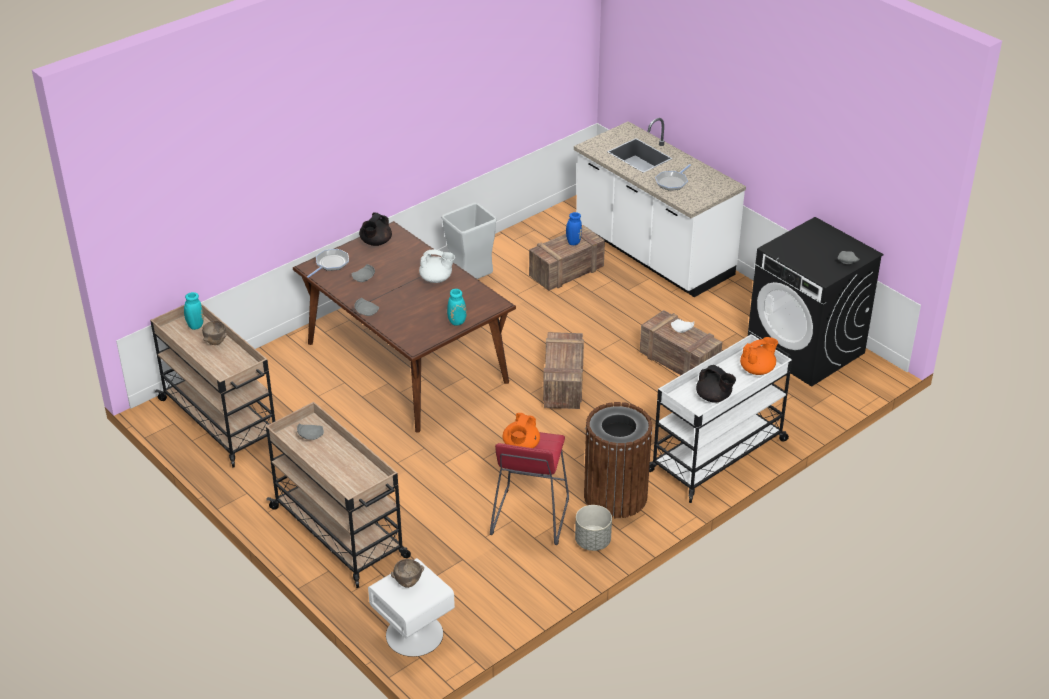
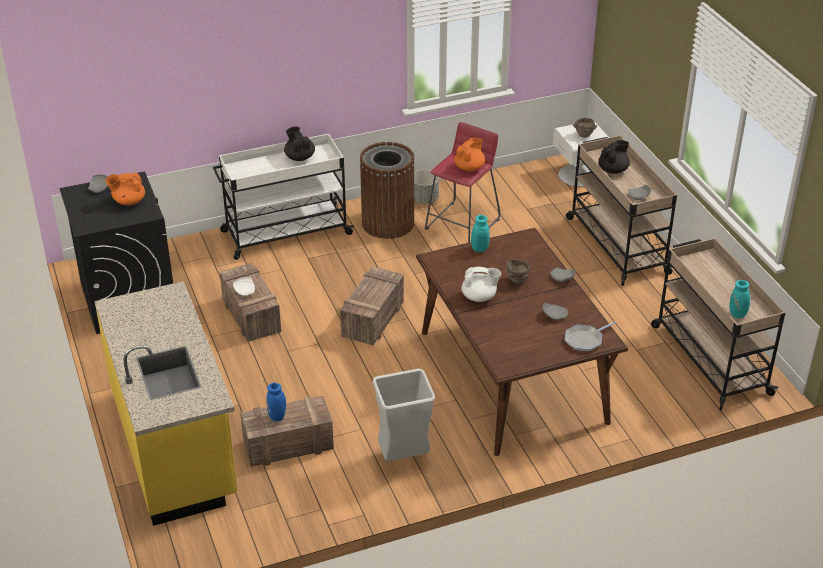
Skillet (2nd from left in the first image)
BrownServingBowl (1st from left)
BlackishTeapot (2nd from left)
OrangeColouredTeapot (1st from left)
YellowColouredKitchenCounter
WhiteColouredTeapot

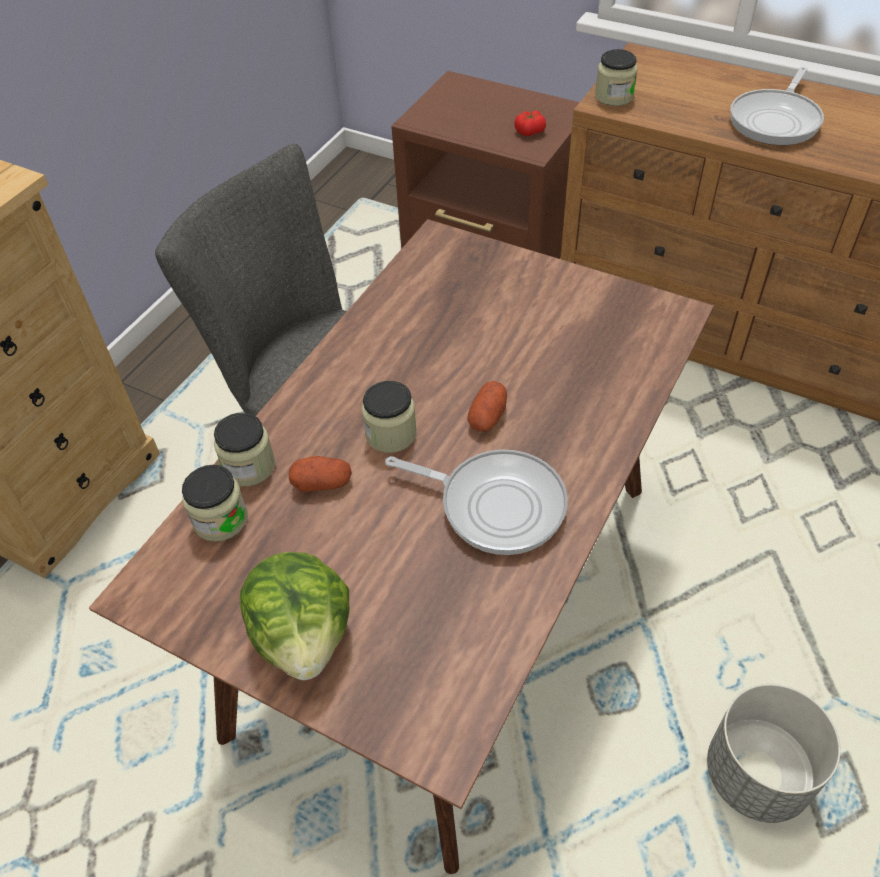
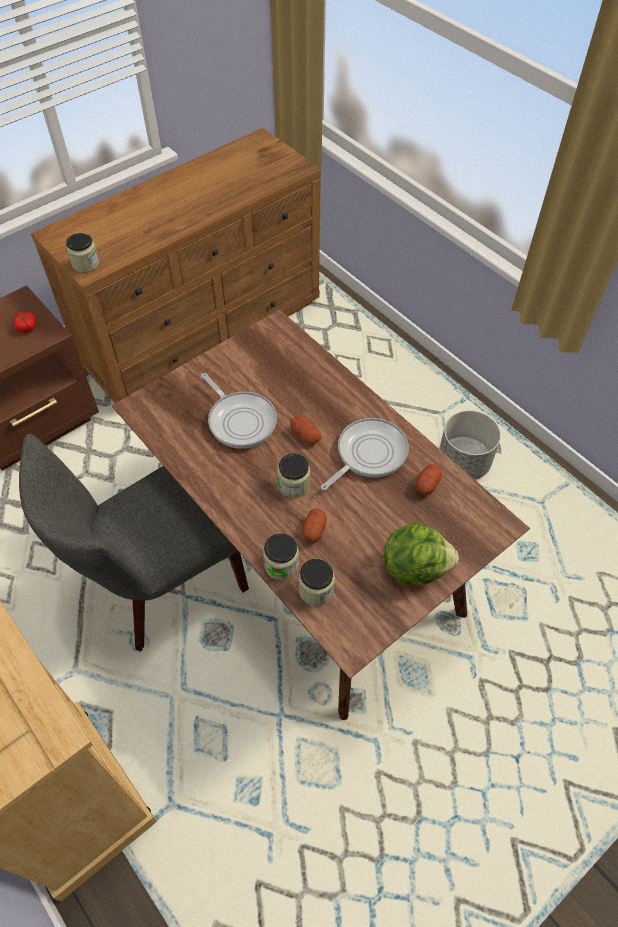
Spud (3rd from left)
Skillet (1st from left)

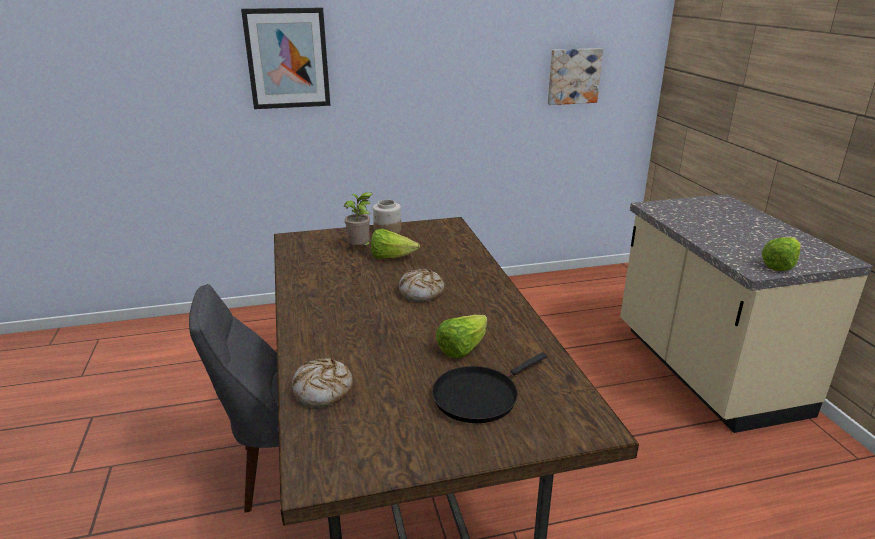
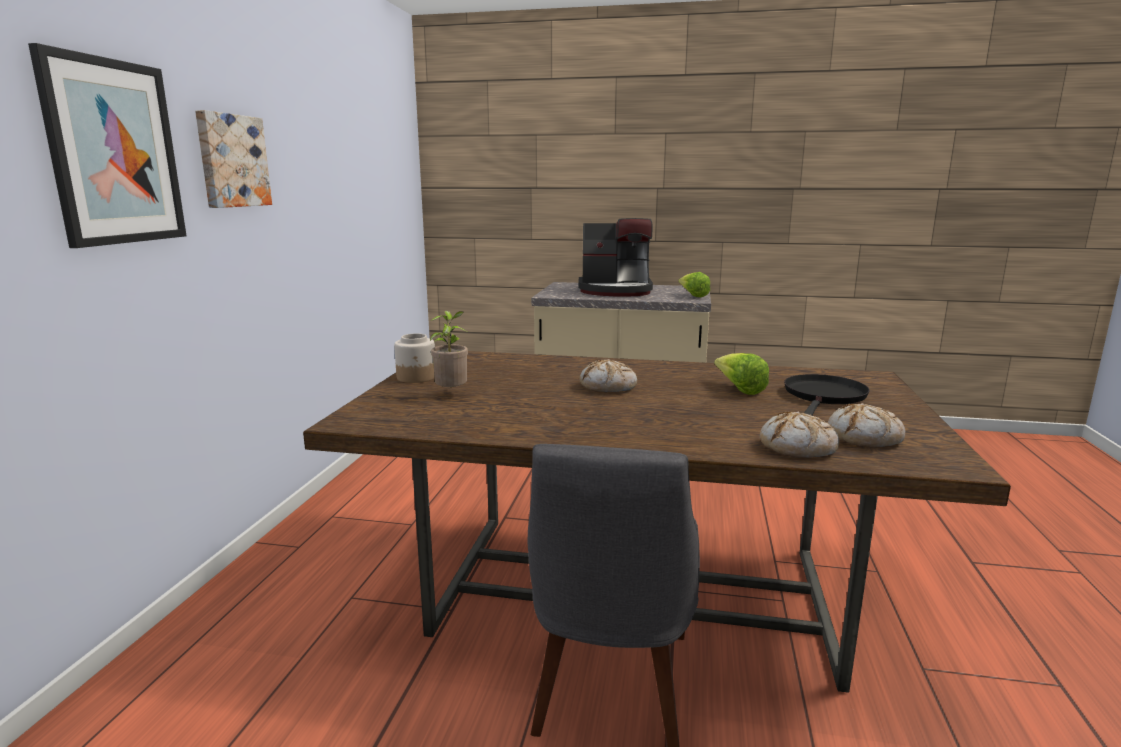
LettuceHead (1st from left in the first image)
CoffeeMachine
Bread (3rd from left)
WallPicture (2nd from left)
BlackishSkillet

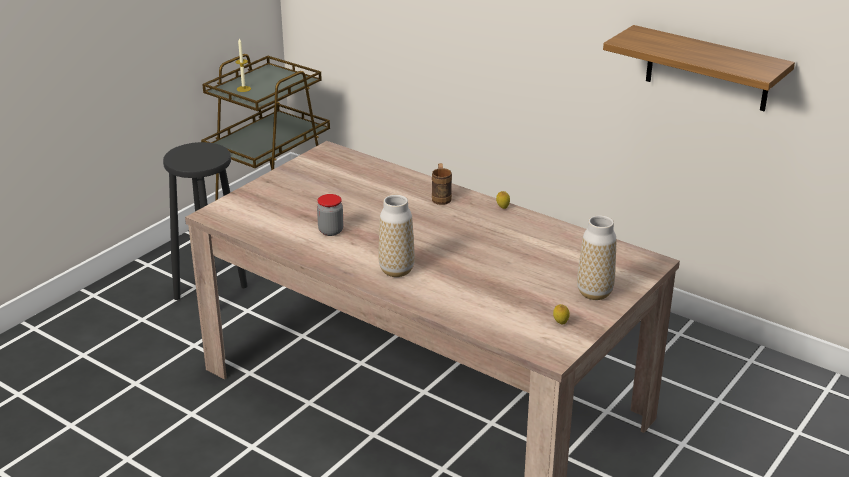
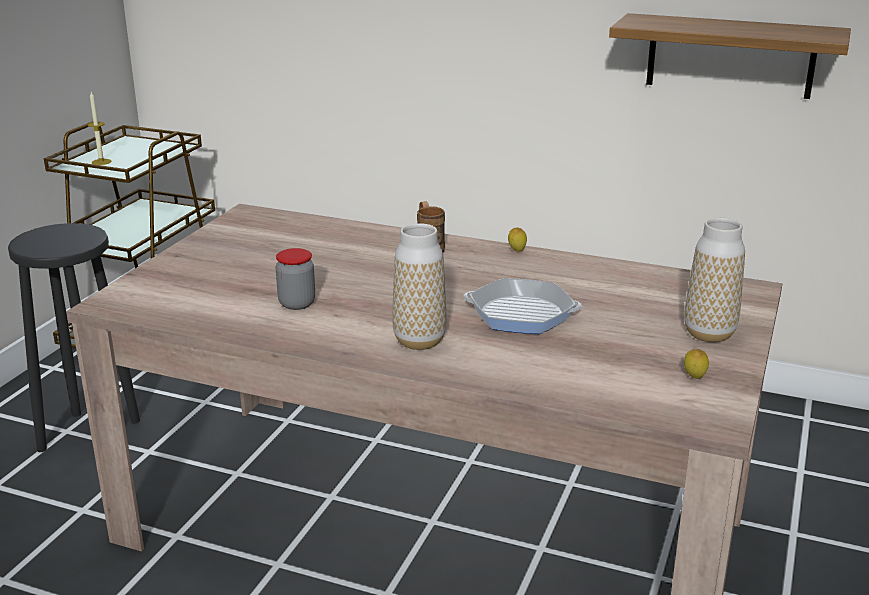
Skillet

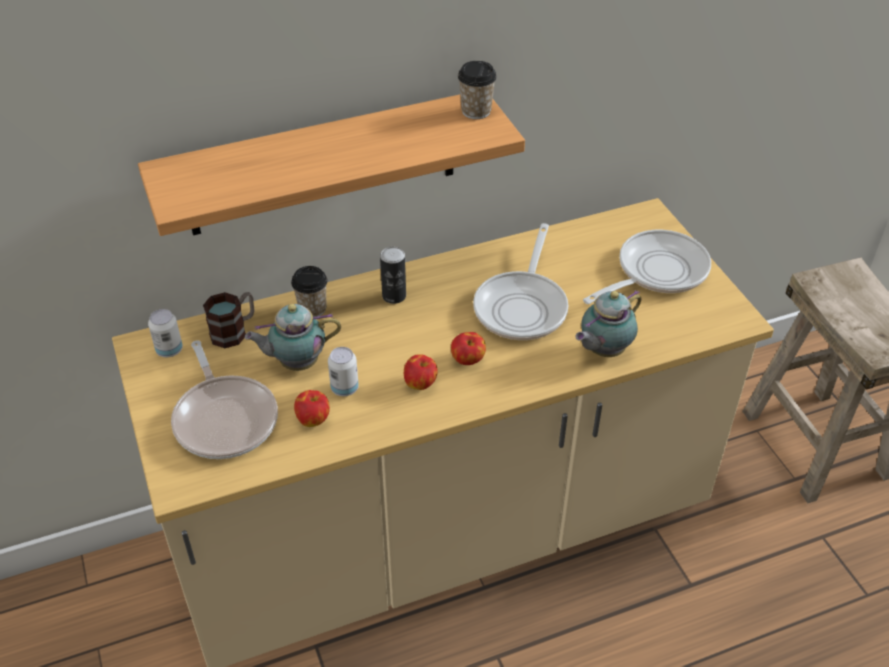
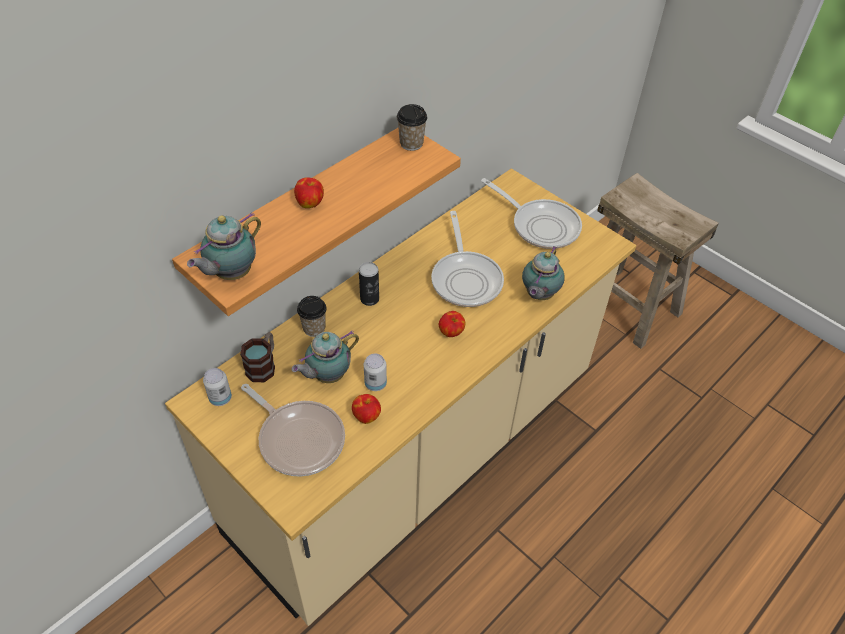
Teapot (1st from left)
WholeApple (1st from left)
Skillet (3rd from left)

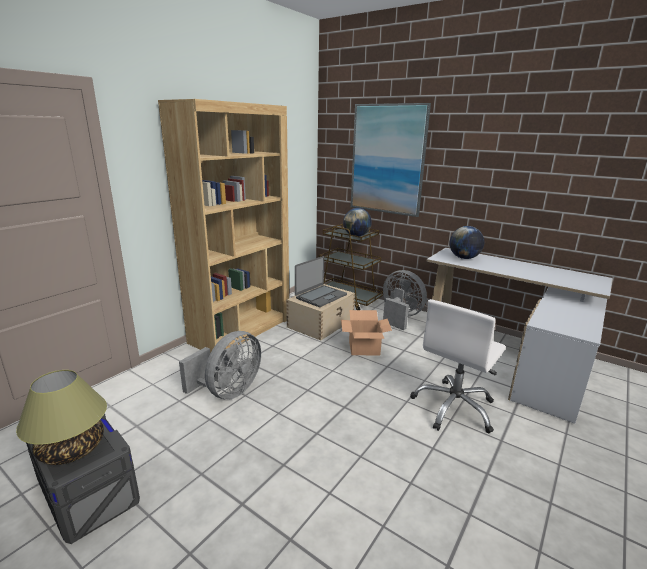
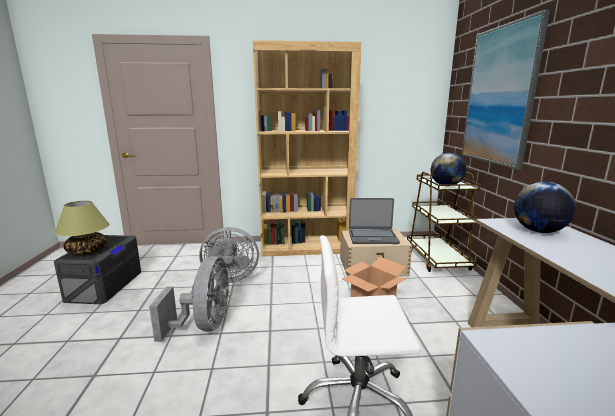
GreyCoolingFan (1st from left)

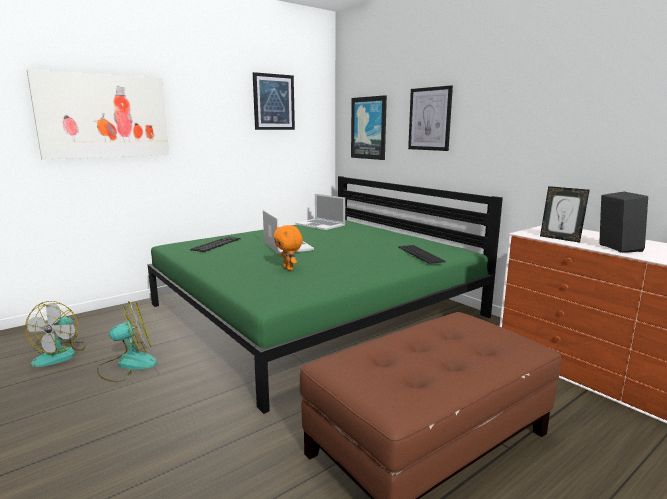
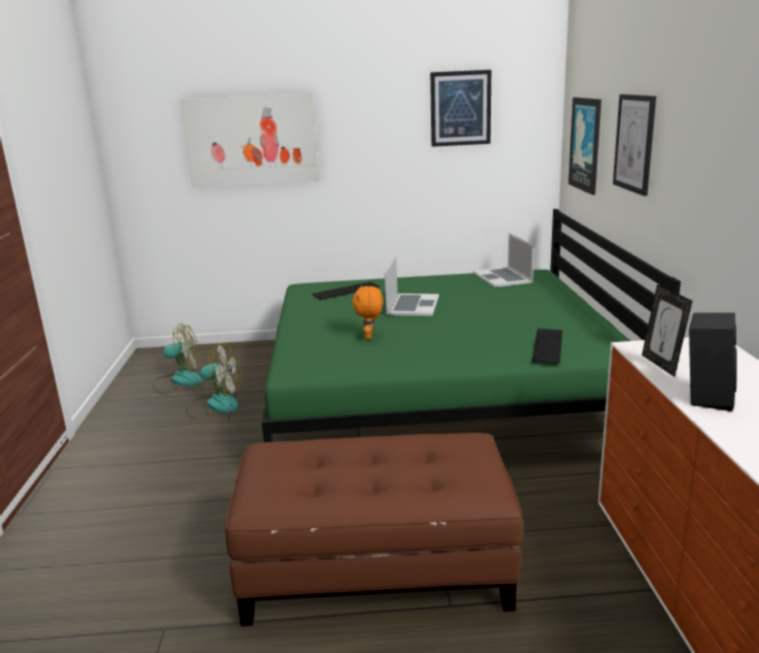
CoolingFan (1st from left)

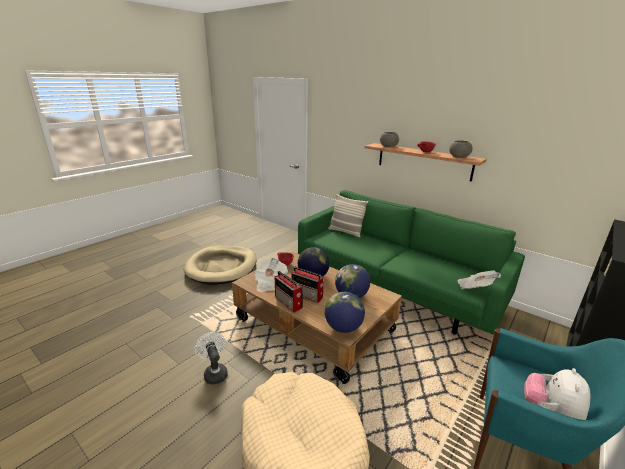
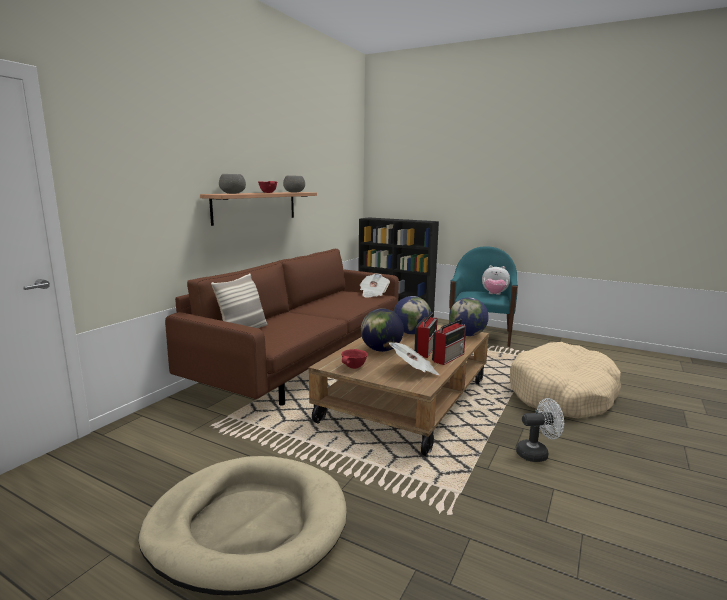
BrownSofa
WhiteColouredCoolingFan

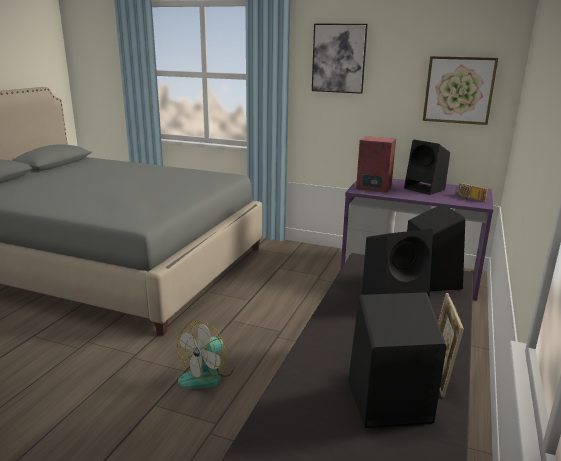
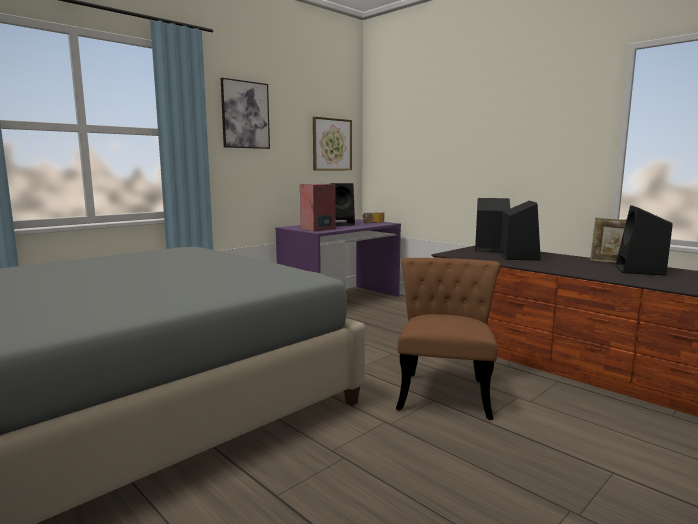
BrownPlainChair

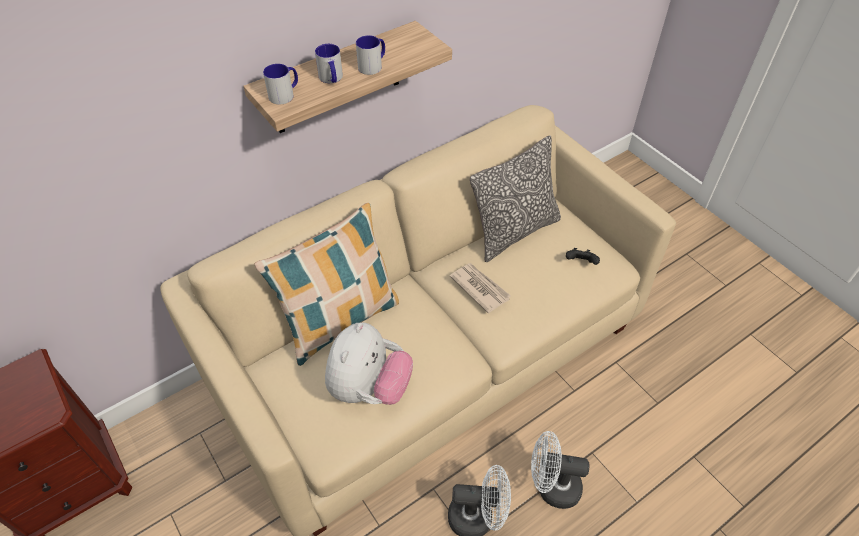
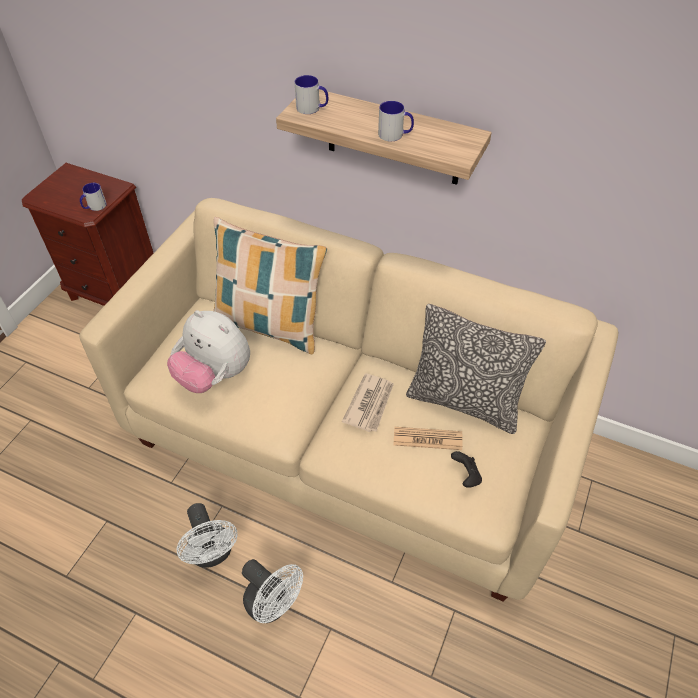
Newspaper (2nd from left)
CoffeeMug (1st from left)
CuddlyToy
WhiteColouredCoolingFan (2nd from left)

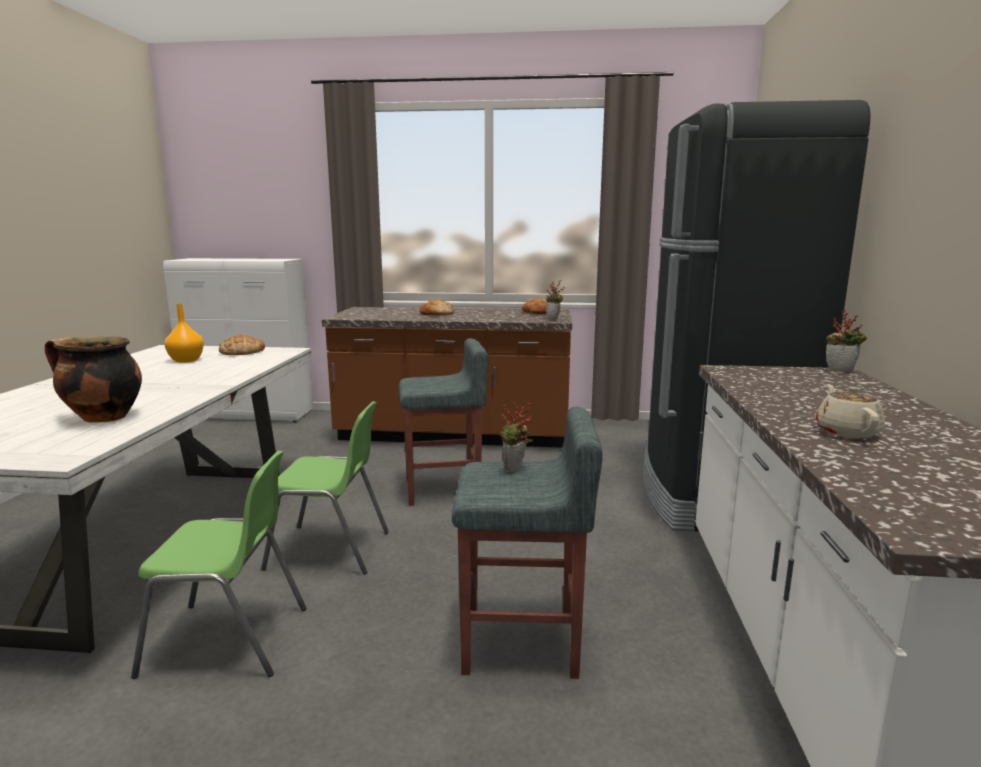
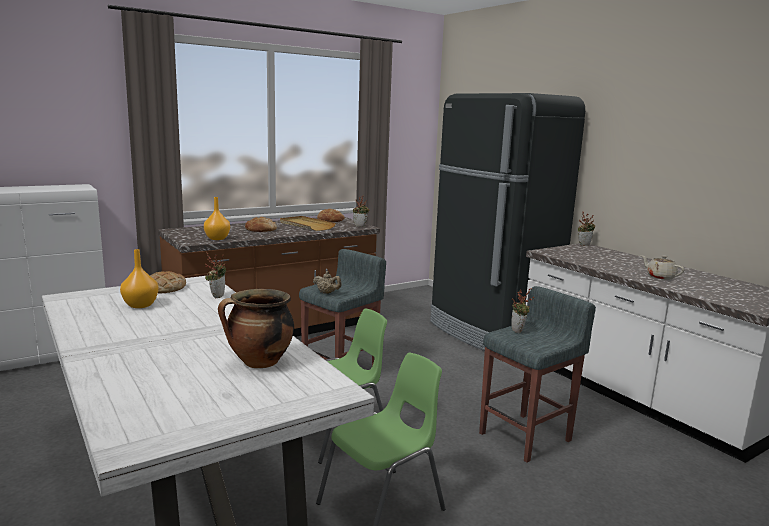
OrangeColouredVase (2nd from left)
Houseplant (1st from left)
BeigeColouredCarryingTray
BeigeColouredTeapot (1st from left)

